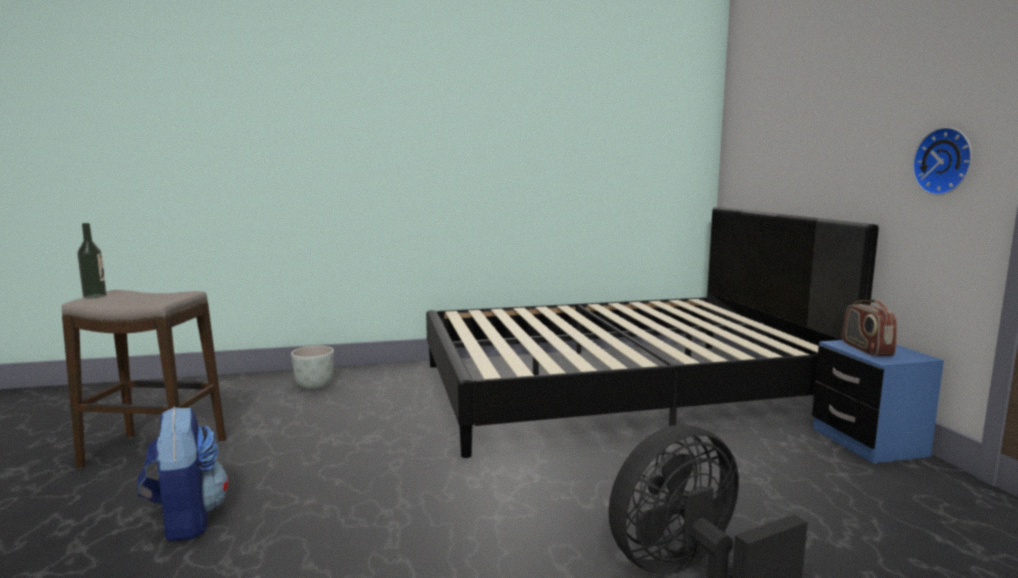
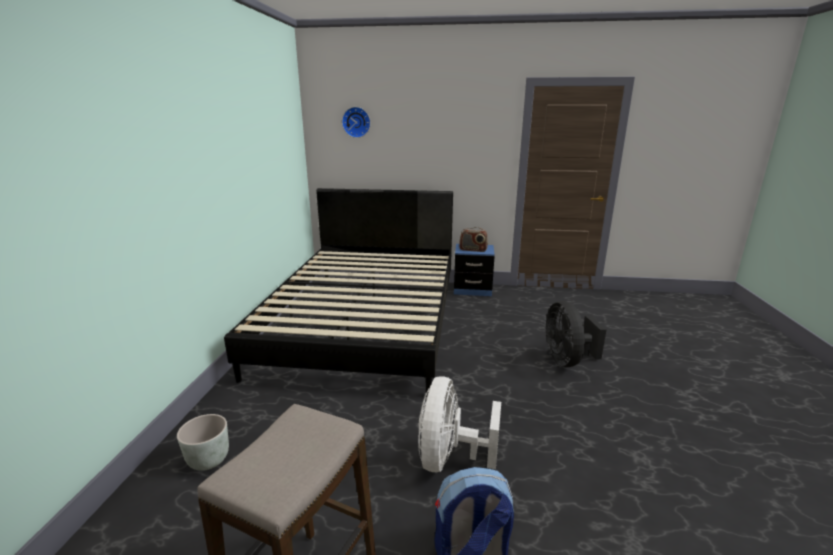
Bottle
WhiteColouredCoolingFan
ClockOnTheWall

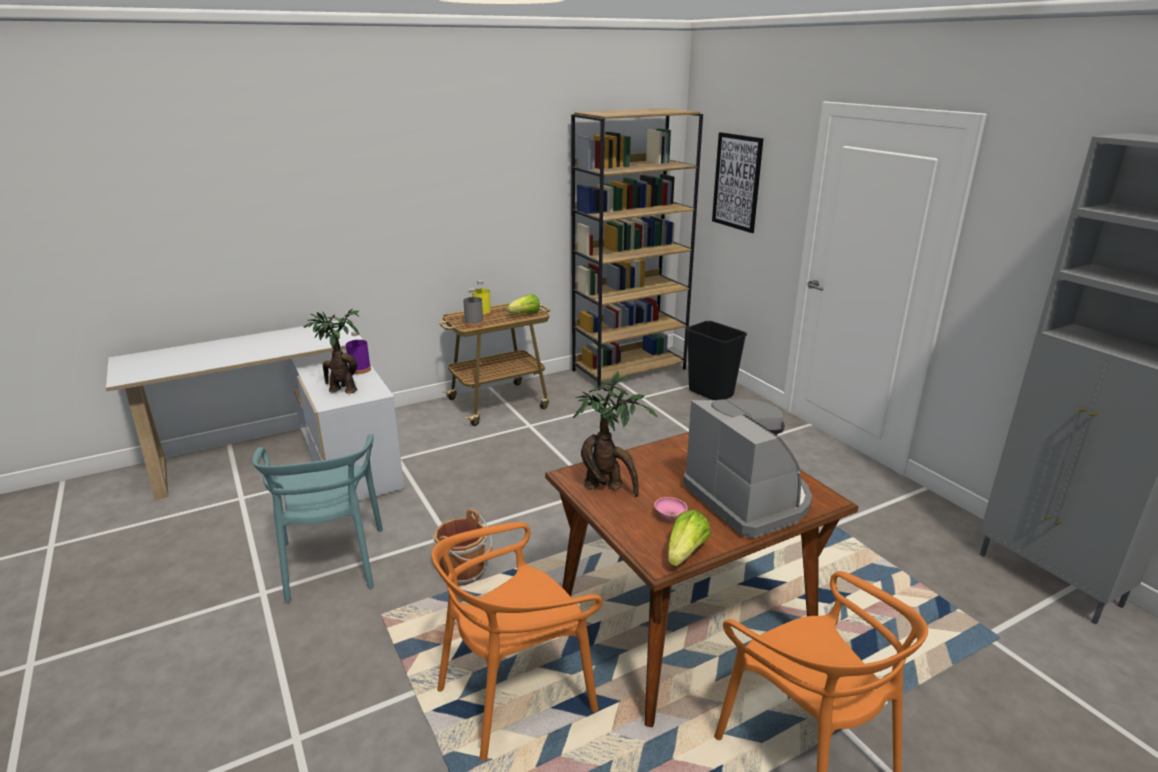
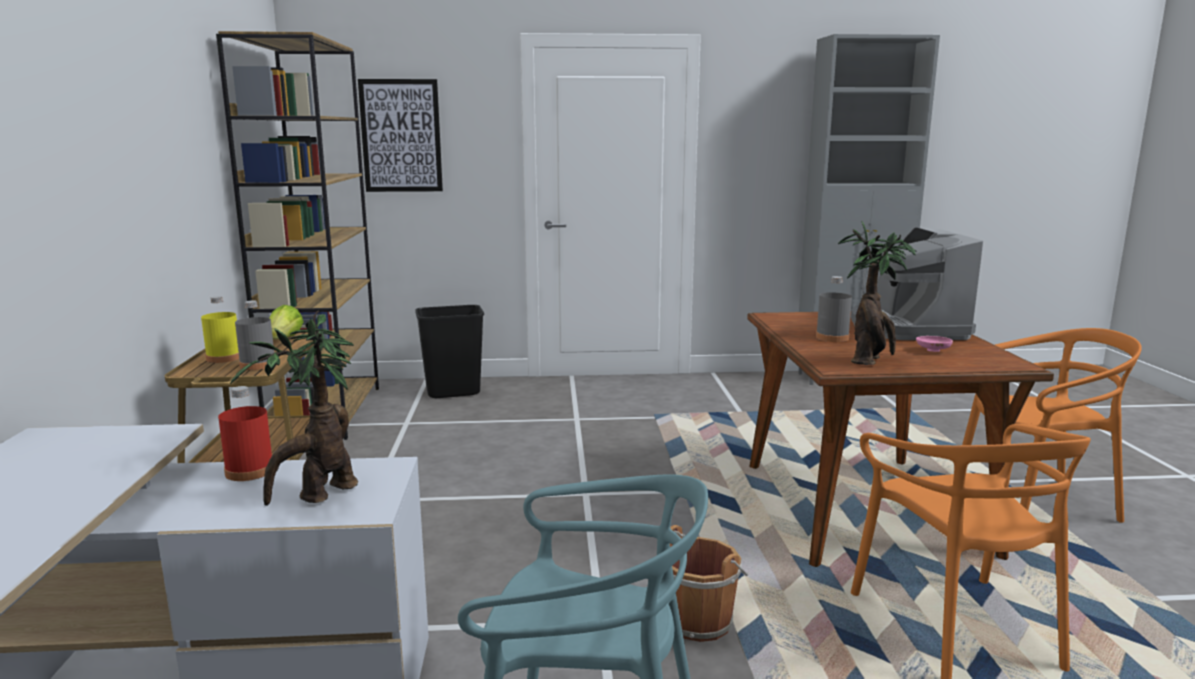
LettuceHead (2nd from left in the first image)
GreyBottle (2nd from left)
RedColouredBottle
CoffeeMachine

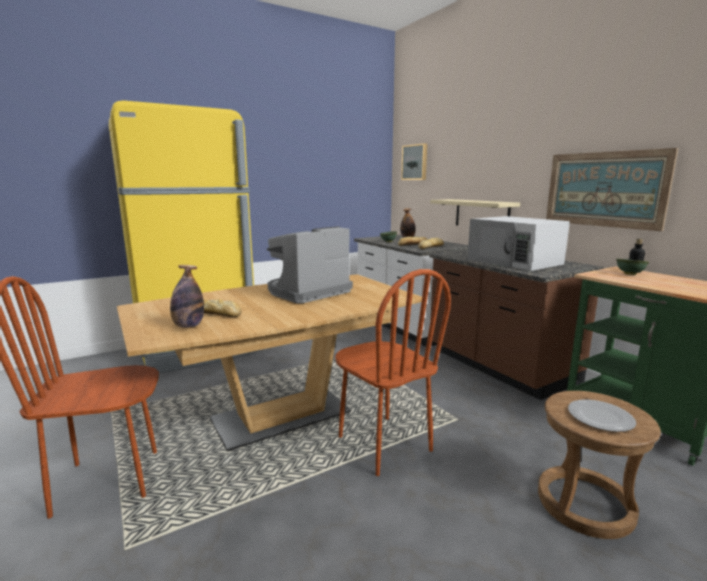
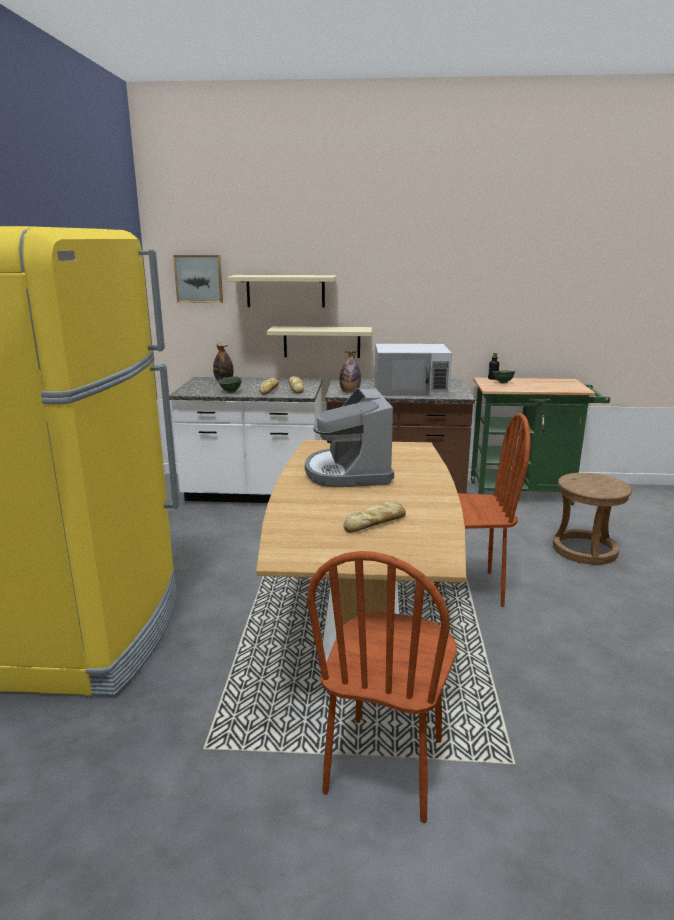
WallPicture (2nd from left in the first image)
Plate
BeigeColouredShelf (1st from left)
Bottle (2nd from left)

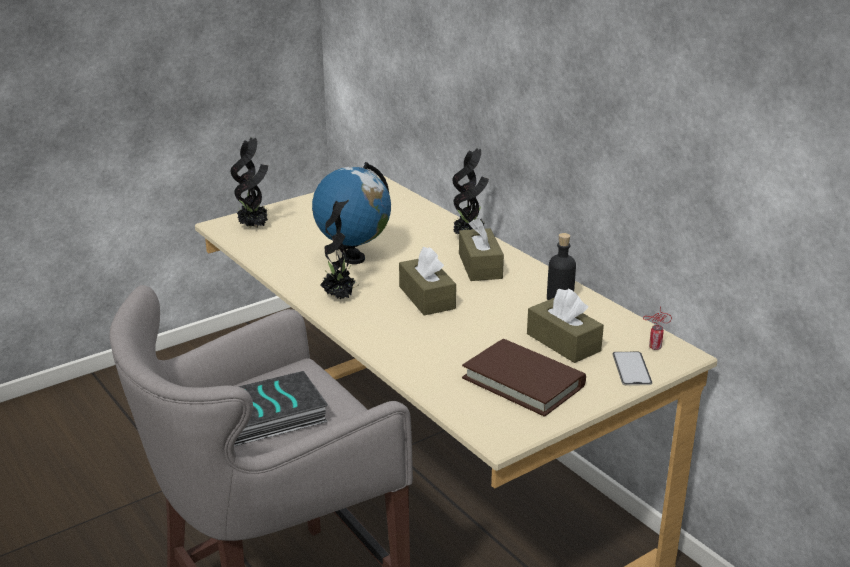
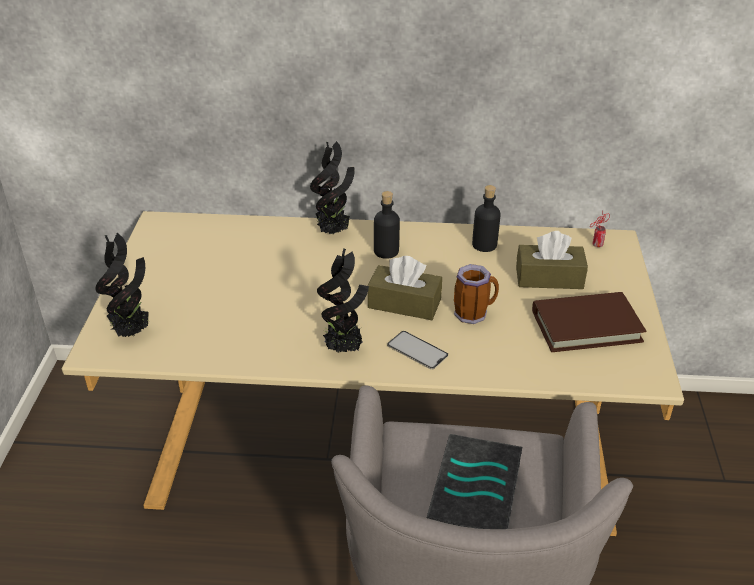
Globe
CoffeeMug
Phone
BlackishBottle (1st from left)

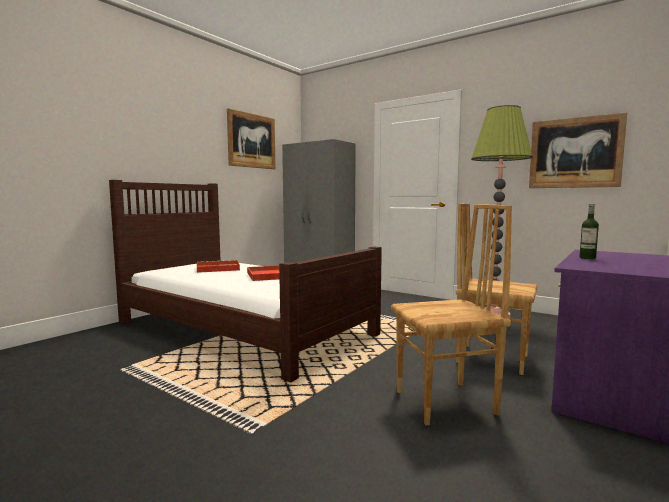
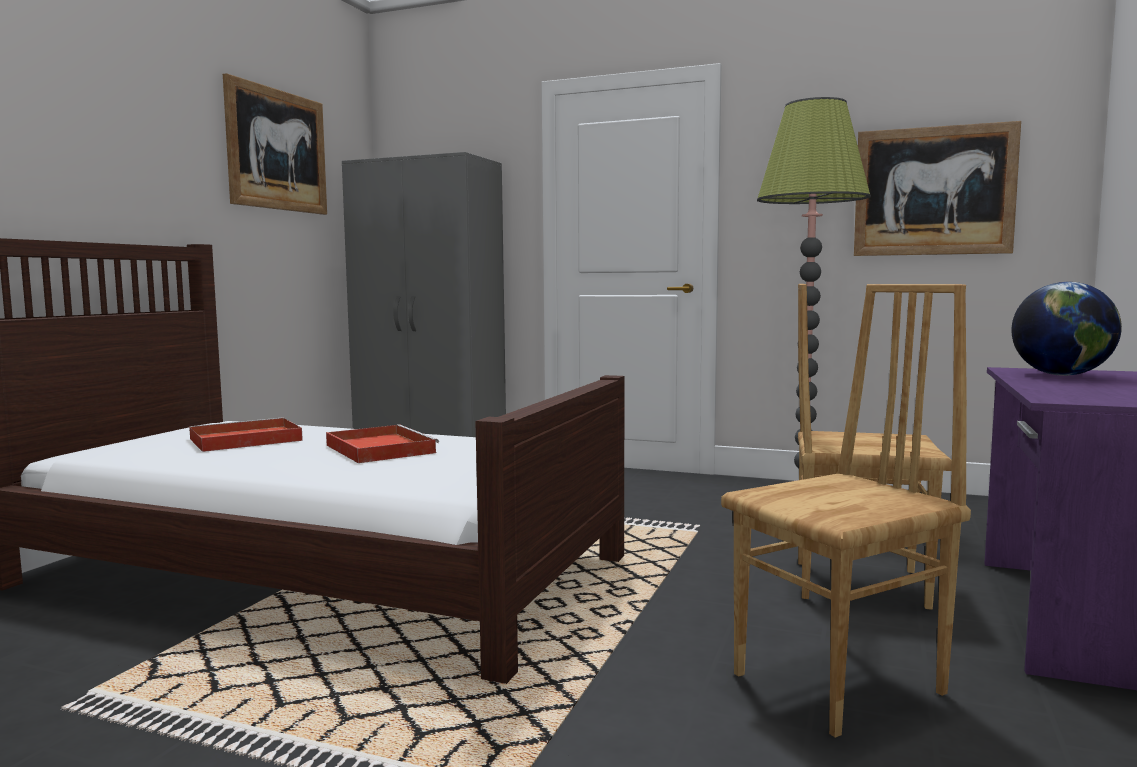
Bottle
Globe

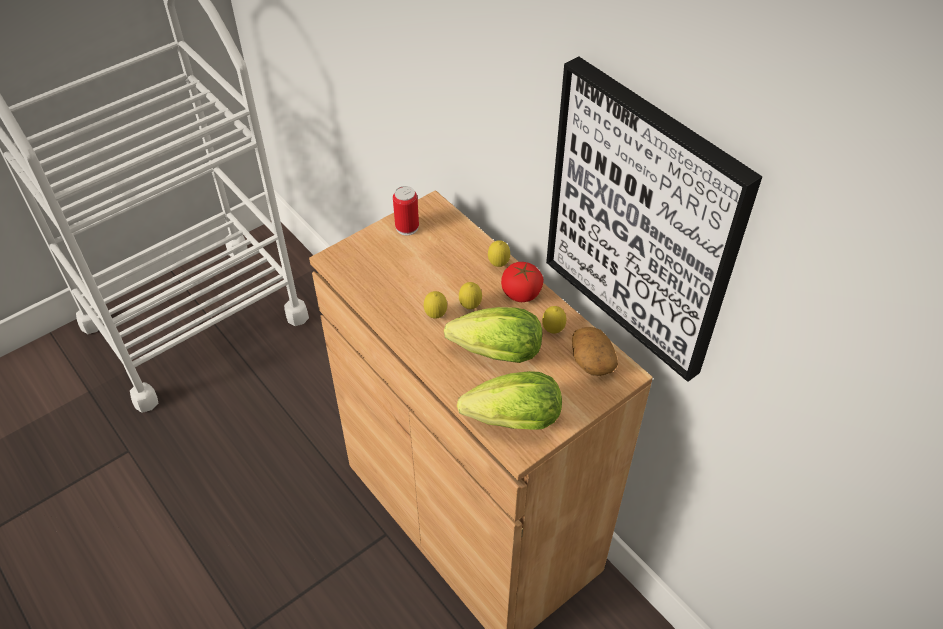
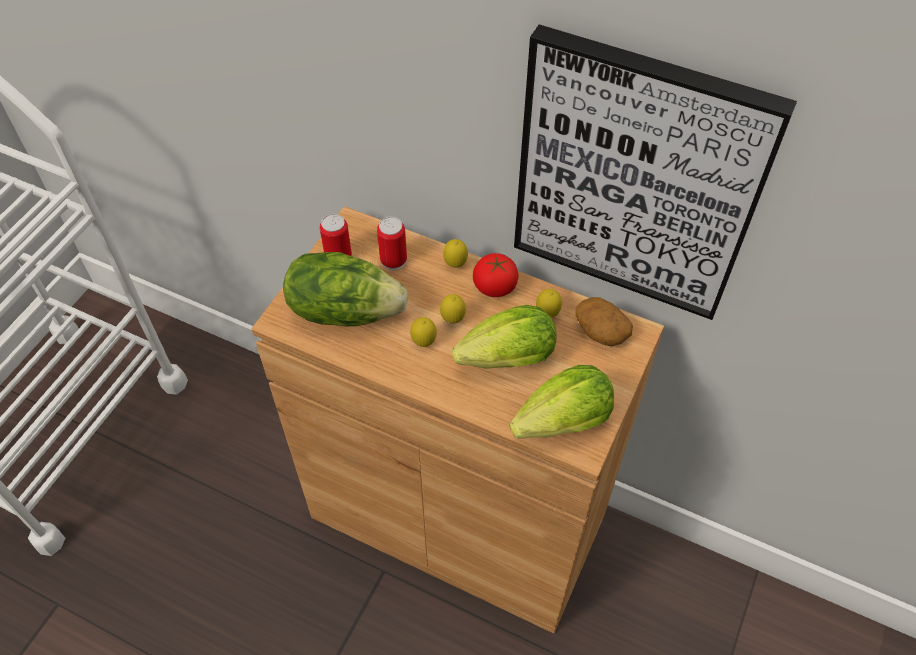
LettuceHead (1st from left)
SealedCan (2nd from left)

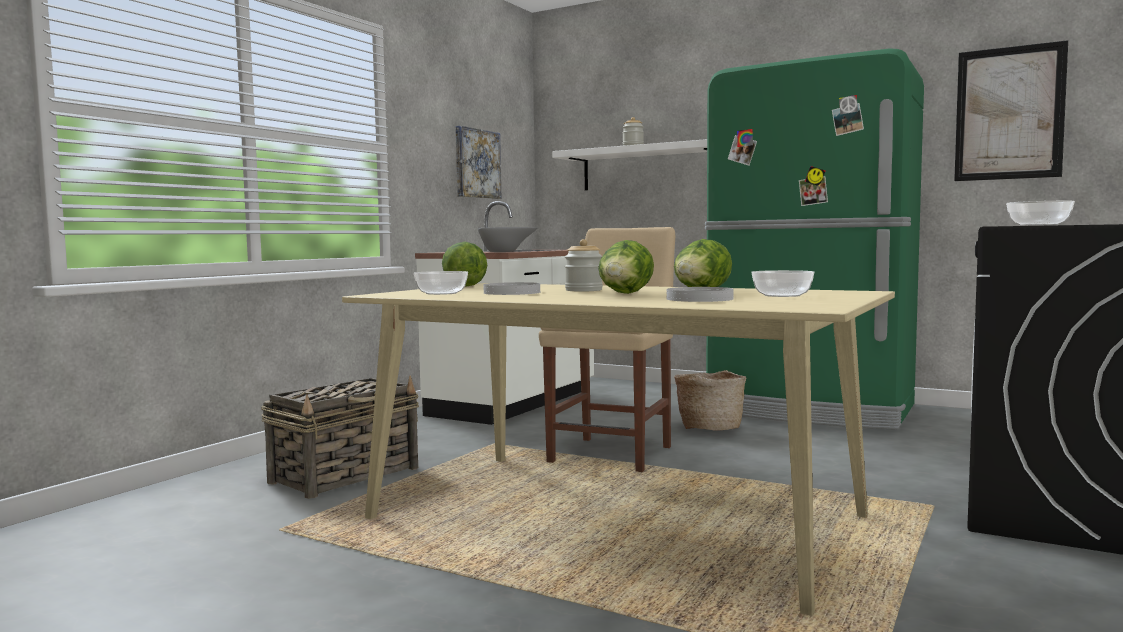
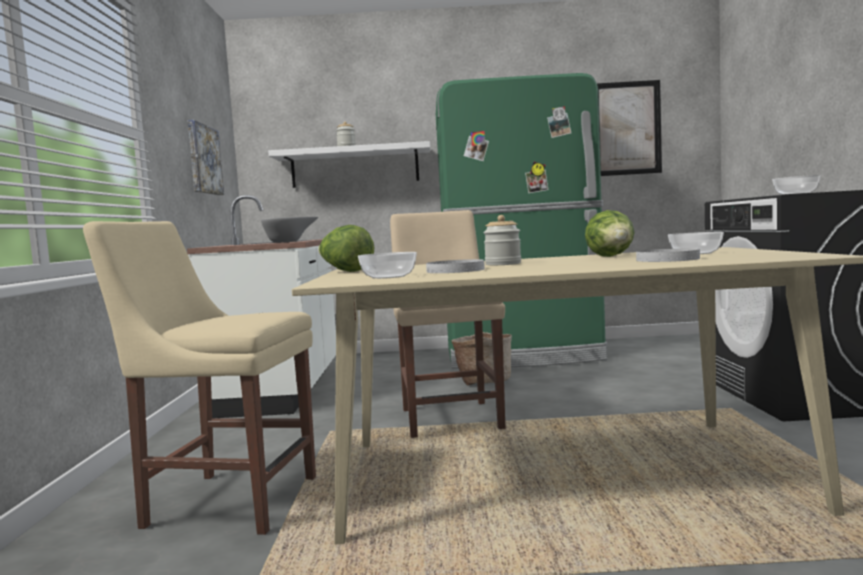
LettuceHead (2nd from left in the first image)
BeigeColouredPlainChair (1st from left)

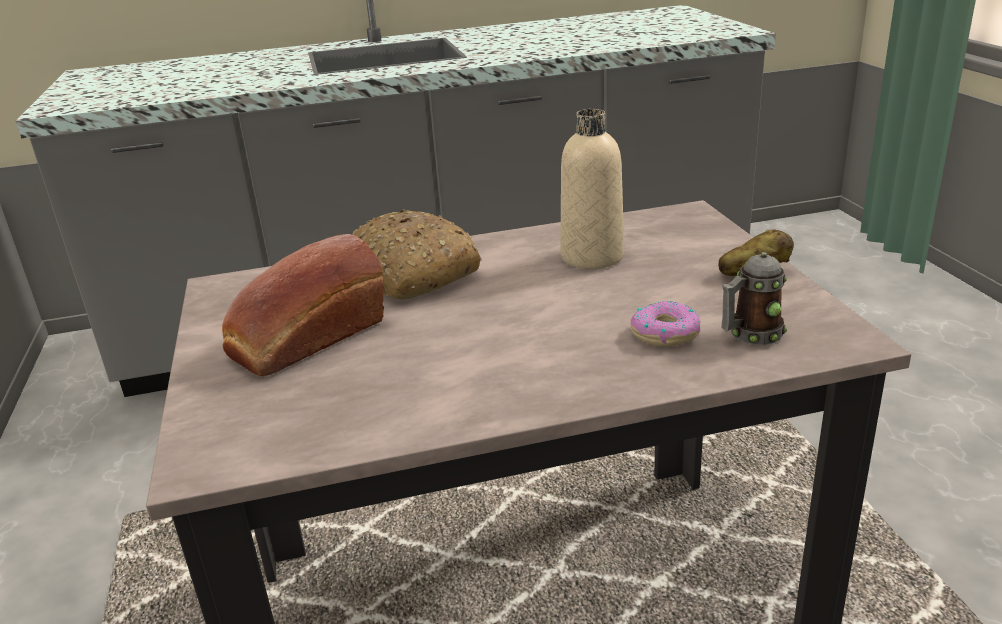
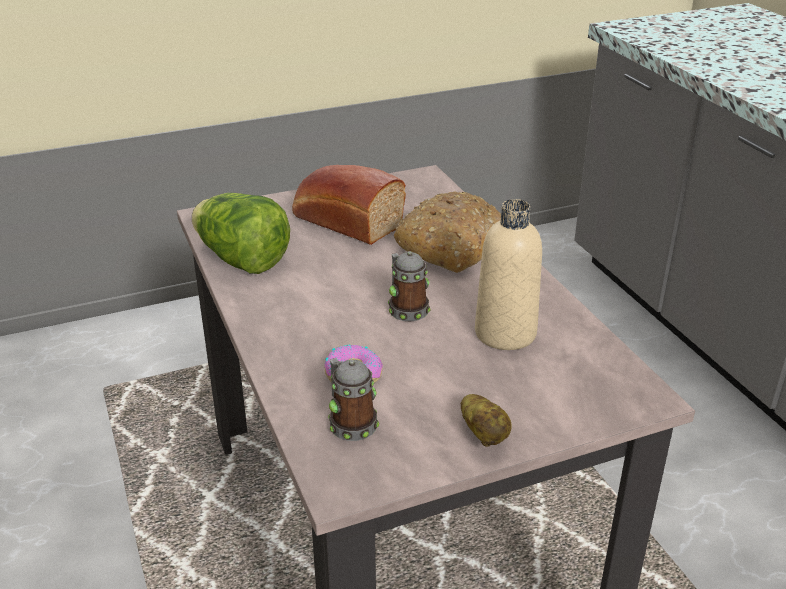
LettuceHead
CoffeeMug (2nd from left)

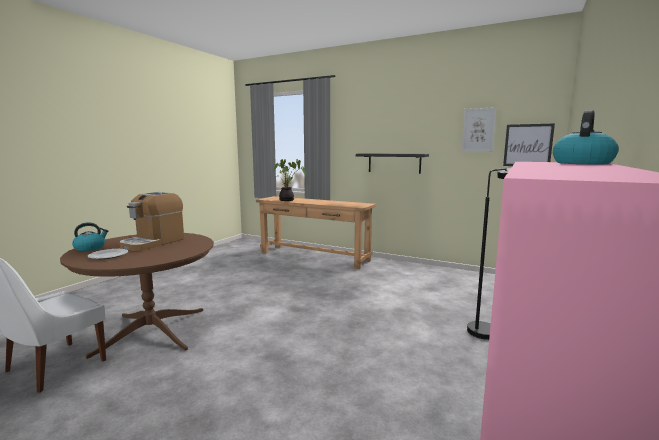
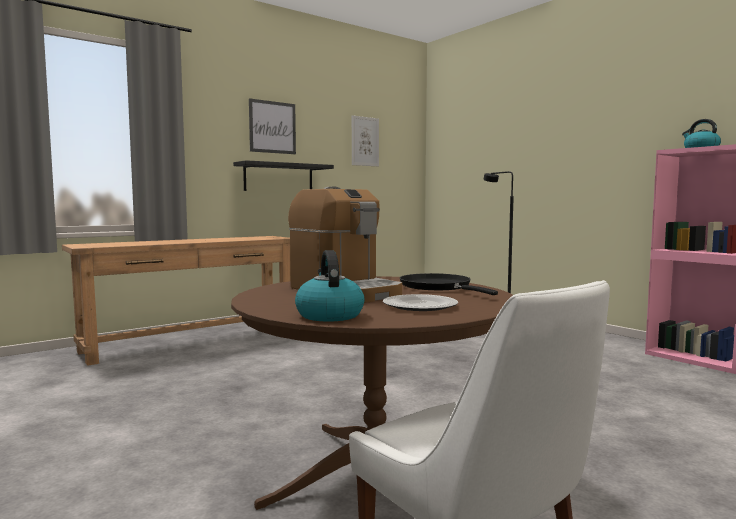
Houseplant
BlackishSkillet
WallPicture (1st from left)

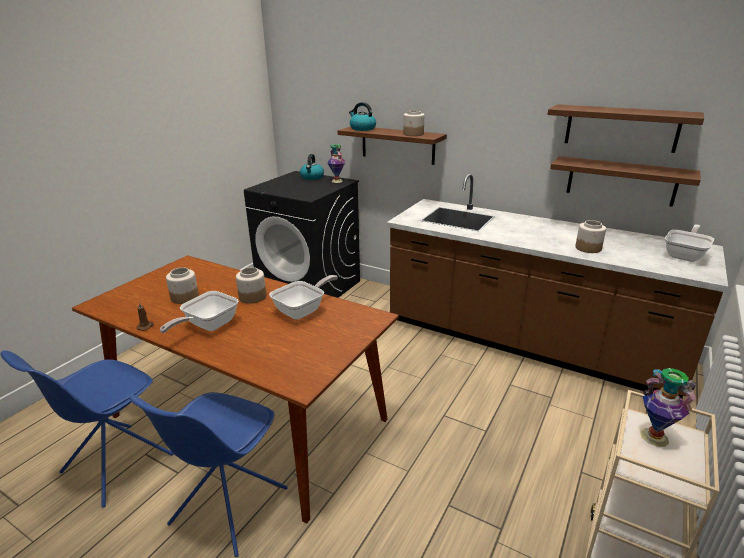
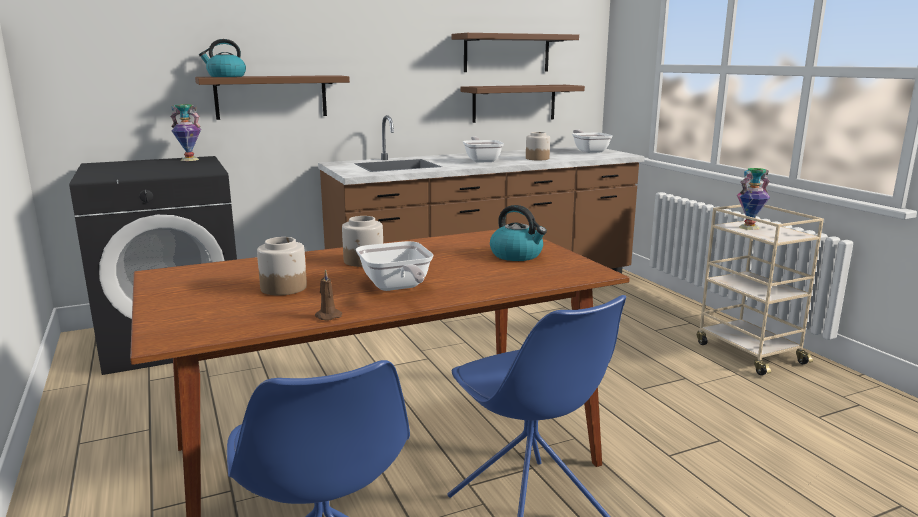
PreserveJar (3rd from left in the first image)
Skillet (2nd from left)
WaterKettle (2nd from left)

